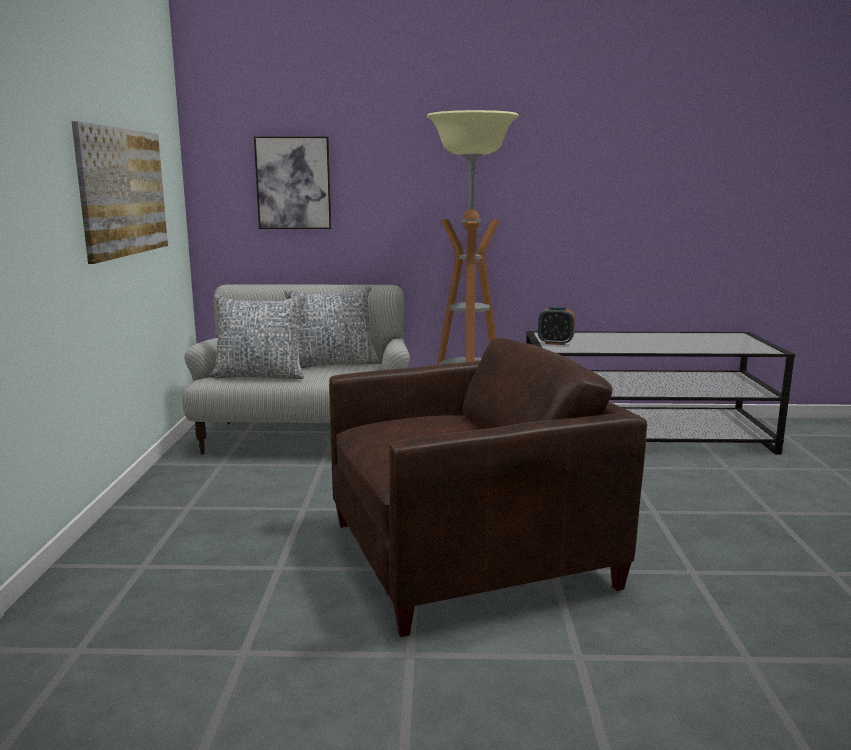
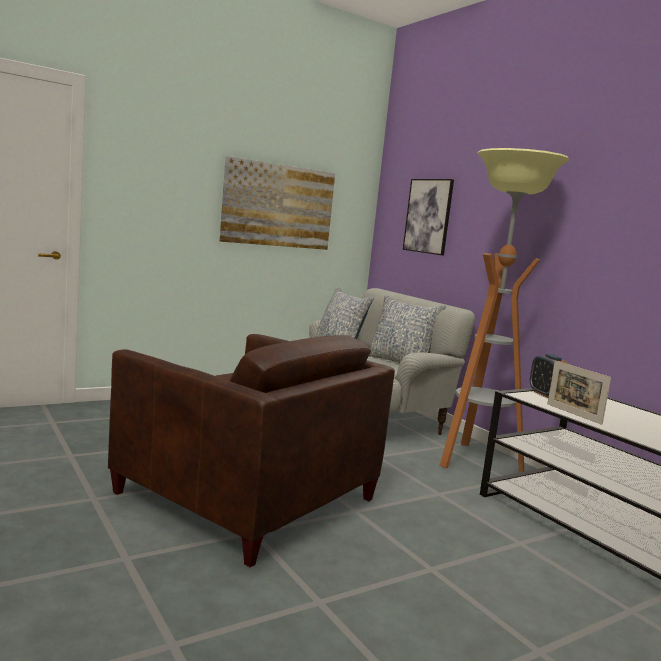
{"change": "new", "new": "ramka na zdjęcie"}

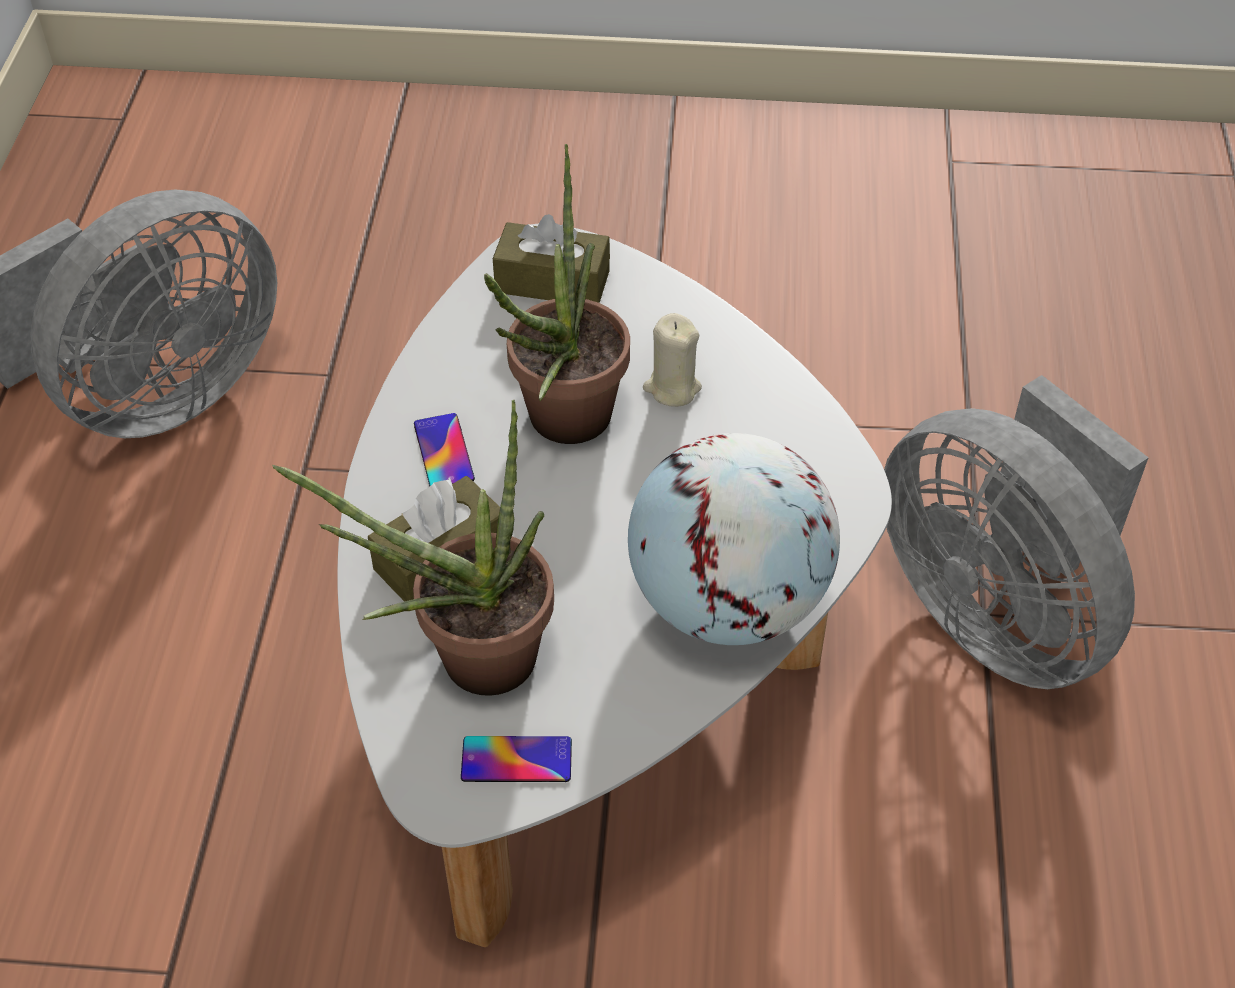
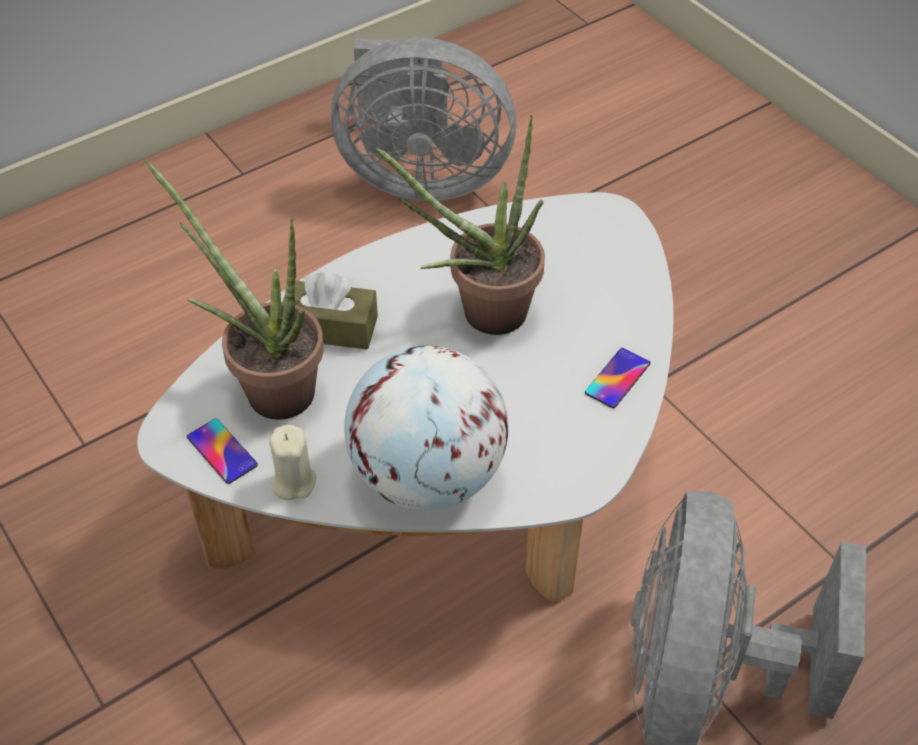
{"change": "gone", "old": "pudełko chusteczek/brązowy (no. 2 from left)"}
{"change": "shifted", "old": "telefon (no. 1 from left in the first image)", "new": "telefon (no. 2 from left)"}
{"change": "shifted", "old": "świeca/beżowy"}

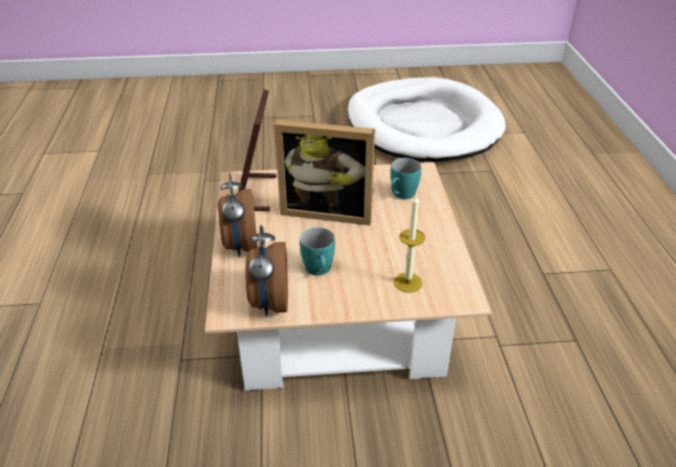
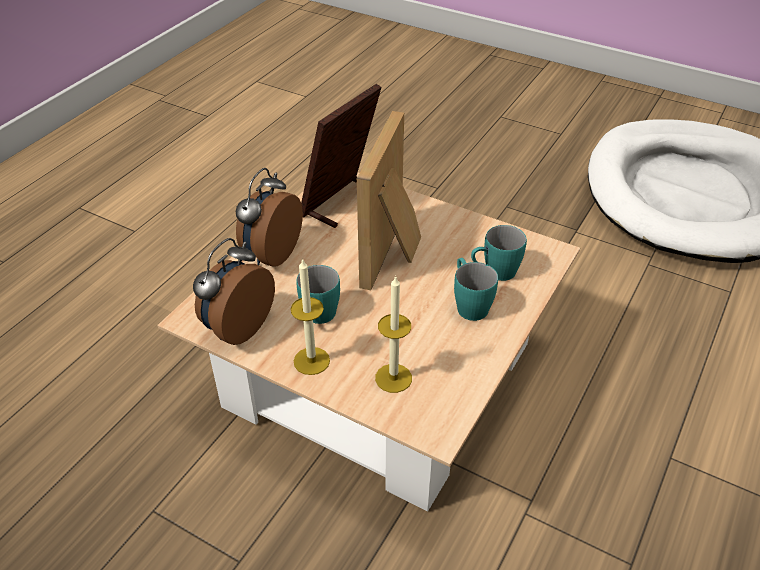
{"change": "new", "new": "świeca (no. 1 from left)"}
{"change": "new", "new": "kubek/turkusowy (no. 2 from left)"}
{"change": "rotated", "old": "ramka na zdjęcie (no. 2 from left)", "degrees": 60}

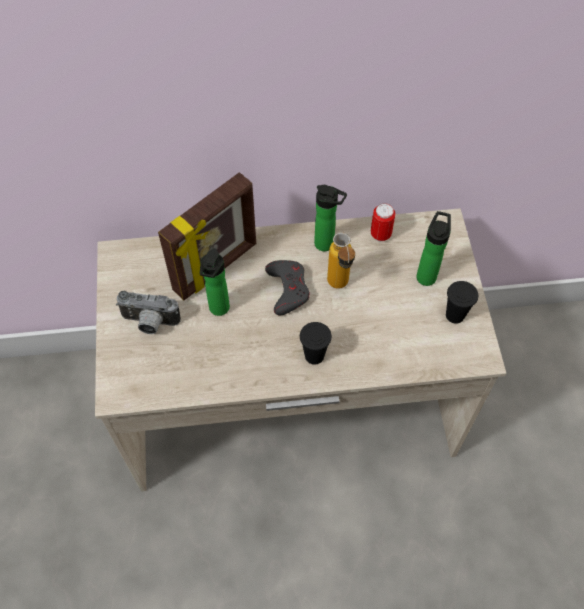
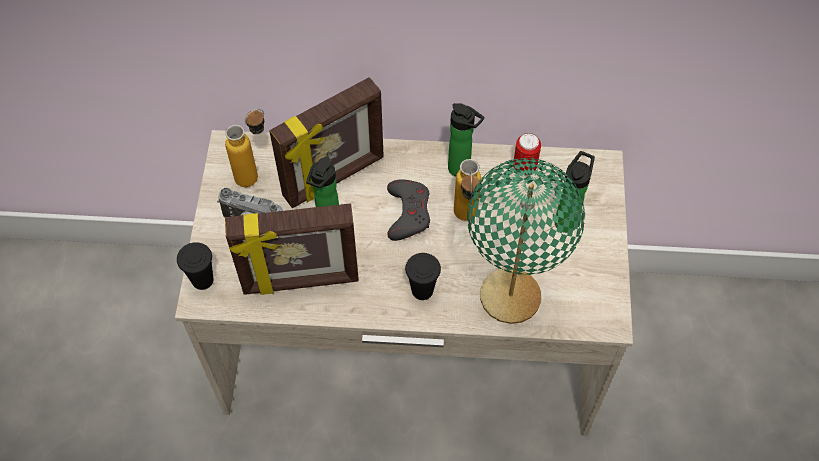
{"change": "new", "new": "butelka (no. 1 from left)"}
{"change": "new", "new": "ramka na zdjęcie (no. 1 from left)"}
{"change": "new", "new": "lampa stołowa/zielony"}
{"change": "shifted", "old": "filiżanka/czarny (no. 2 from left in the first image)", "new": "filiżanka/czarny (no. 1 from left)"}

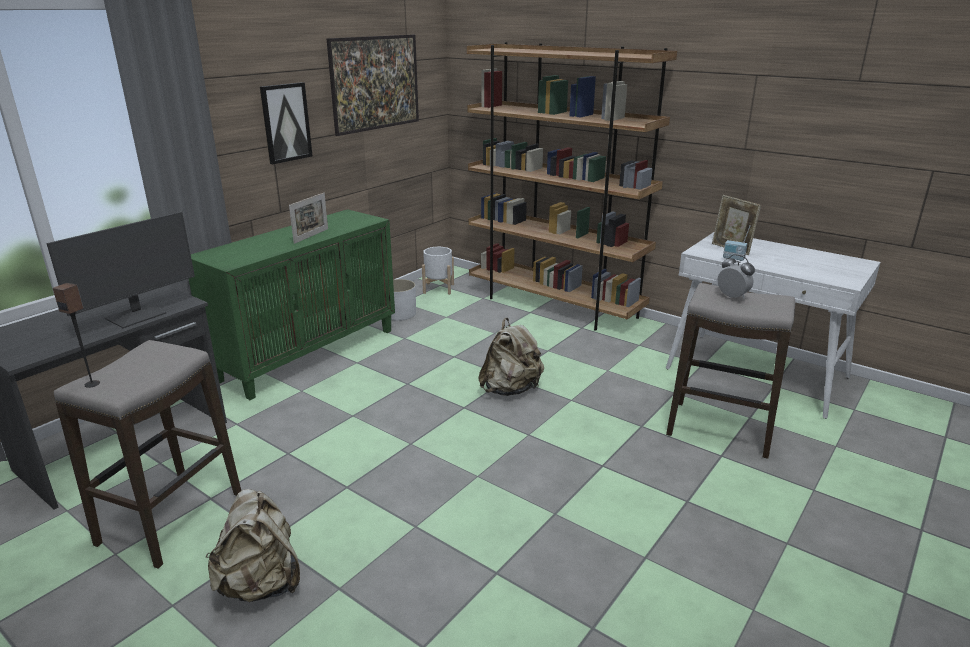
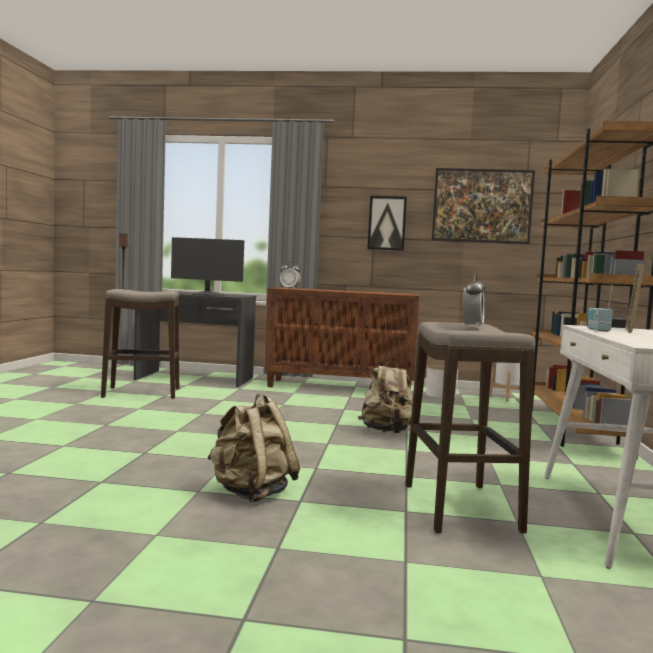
{"change": "gone", "old": "ramka na zdjęcie (no. 1 from left)"}
{"change": "new", "new": "budzik (no. 1 from left)"}
{"change": "shifted", "old": "plecak/beżowy (no. 1 from left)"}
{"change": "repainted", "old": "szafka/zielony", "new": "szafka/brązowy"}

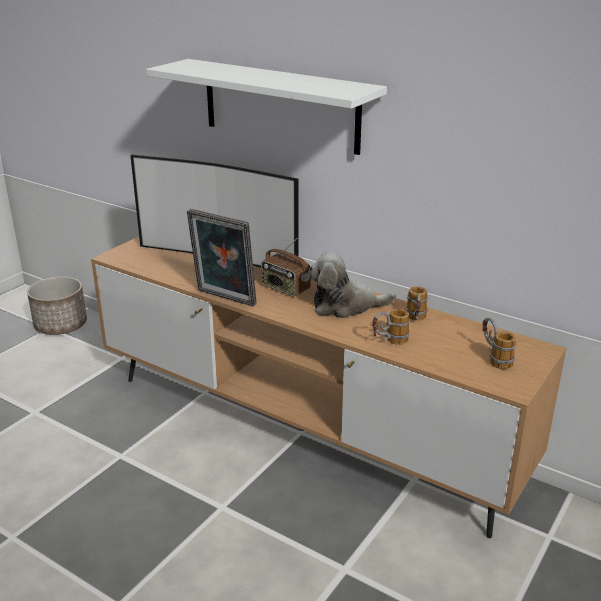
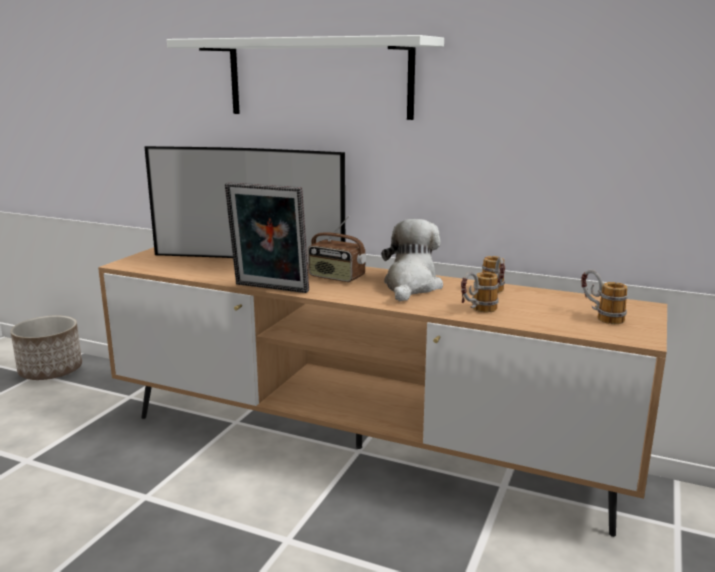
{"change": "rotated", "old": "pluszak", "degrees": 120}

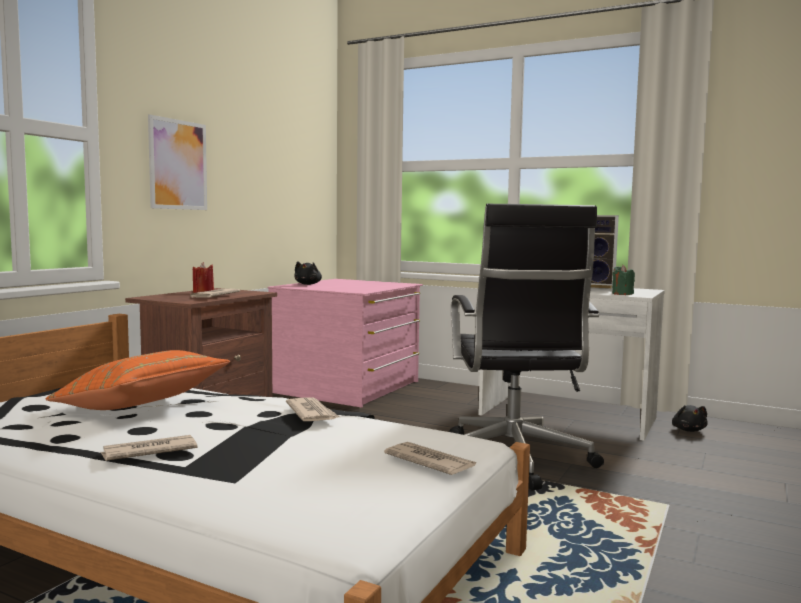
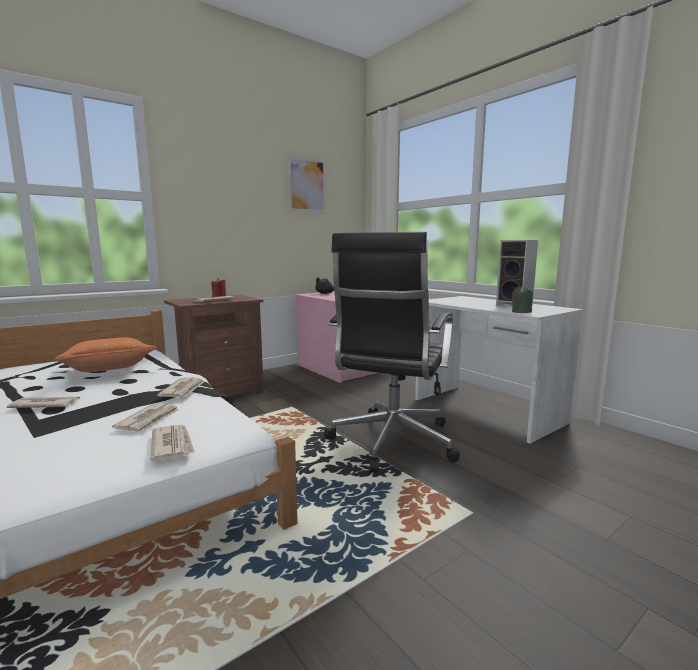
{"change": "gone", "old": "pluszak/czarny (no. 2 from left)"}
{"change": "new", "new": "gazeta (no. 2 from left)"}
{"change": "shifted", "old": "obraz"}

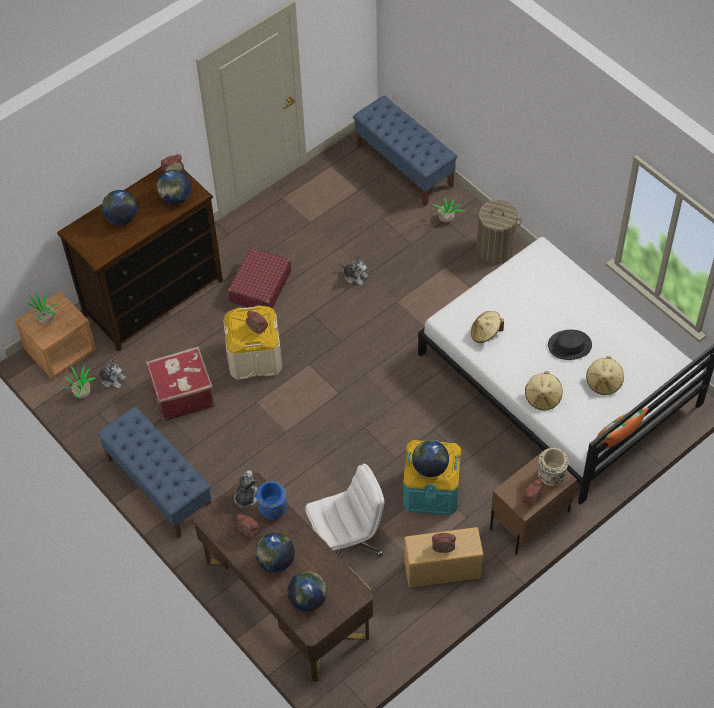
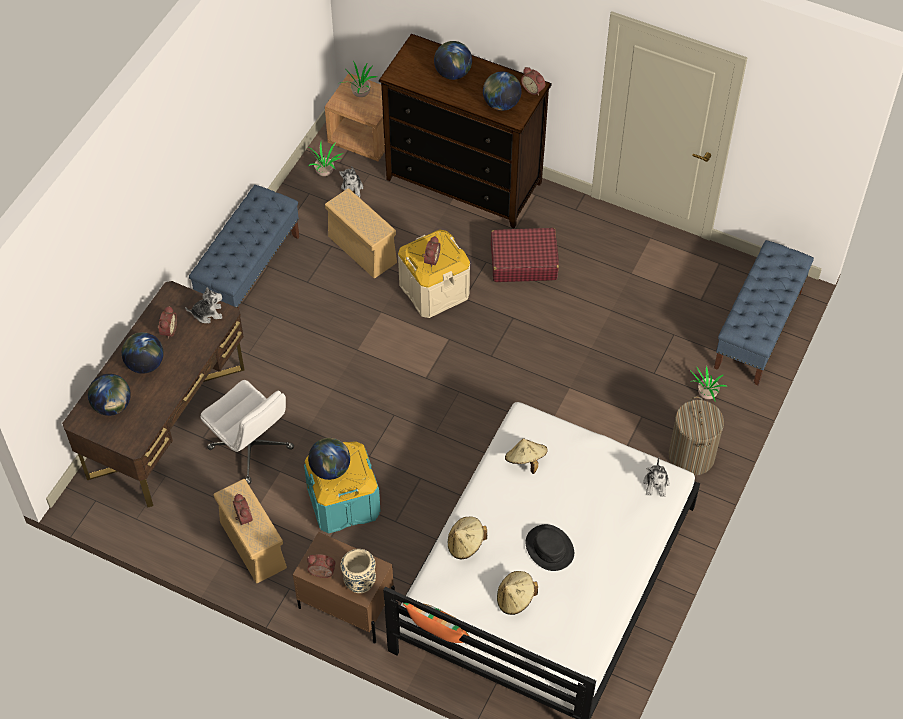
{"change": "gone", "old": "wazon/niebieski"}
{"change": "shifted", "old": "pluszak (no. 3 from left)"}
{"change": "swapped", "old": "walizka/czerwony (no. 1 from left)", "new": "pojemnik do przechowywania/beżowy (no. 2 from left)"}

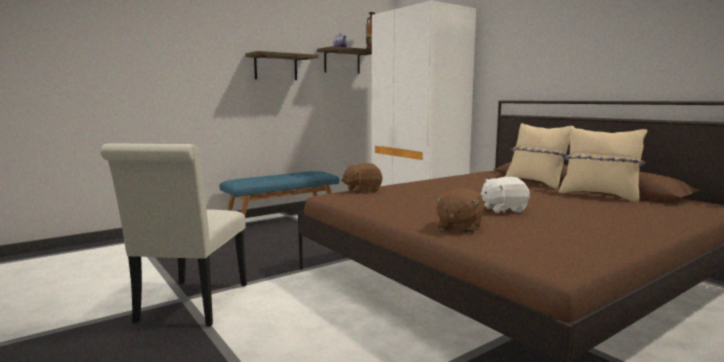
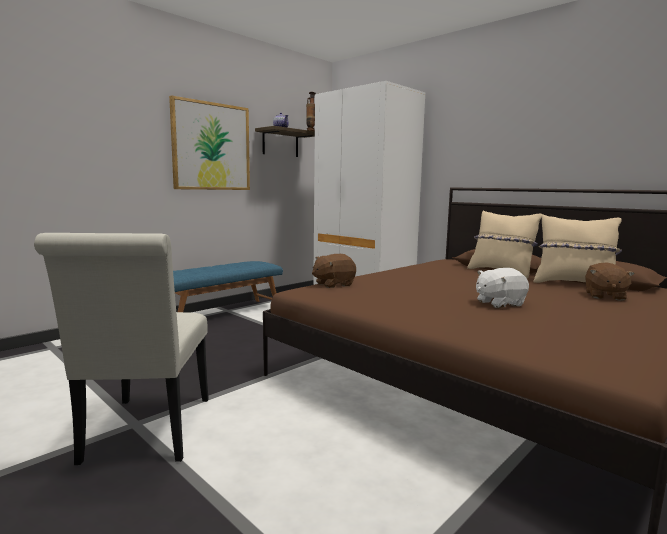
{"change": "shifted", "old": "pluszak/brązowy (no. 2 from left)"}
{"change": "swapped", "old": "półka (no. 1 from left)", "new": "obraz"}

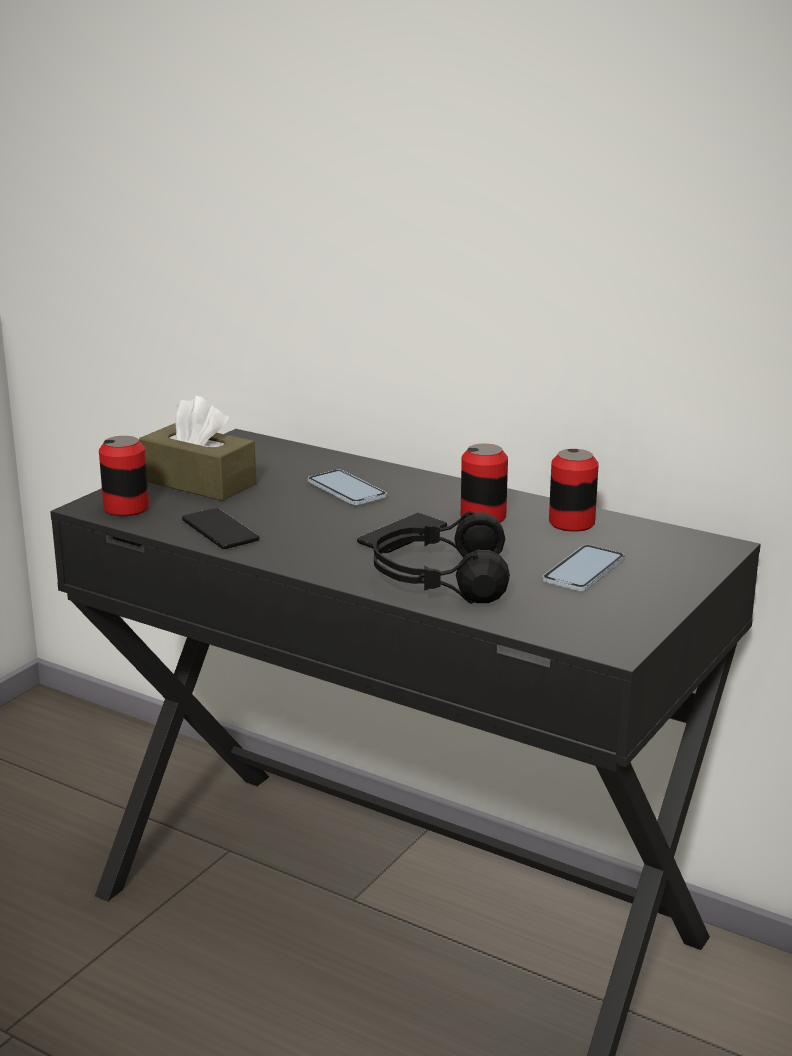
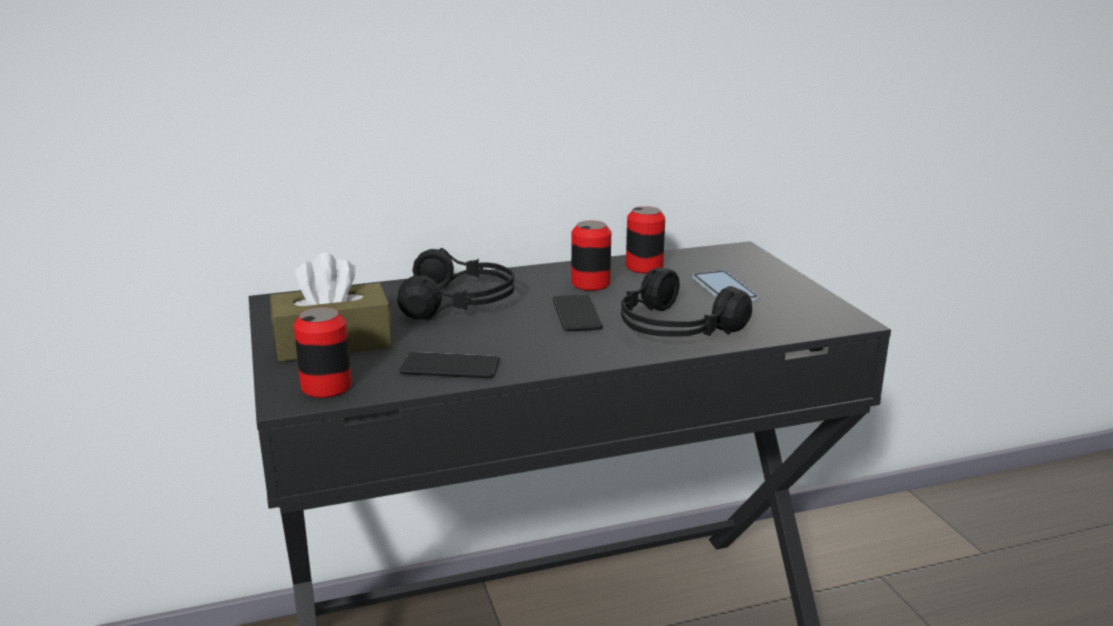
{"change": "swapped", "old": "telefon (no. 2 from left)", "new": "słuchawki/czarny (no. 1 from left)"}

